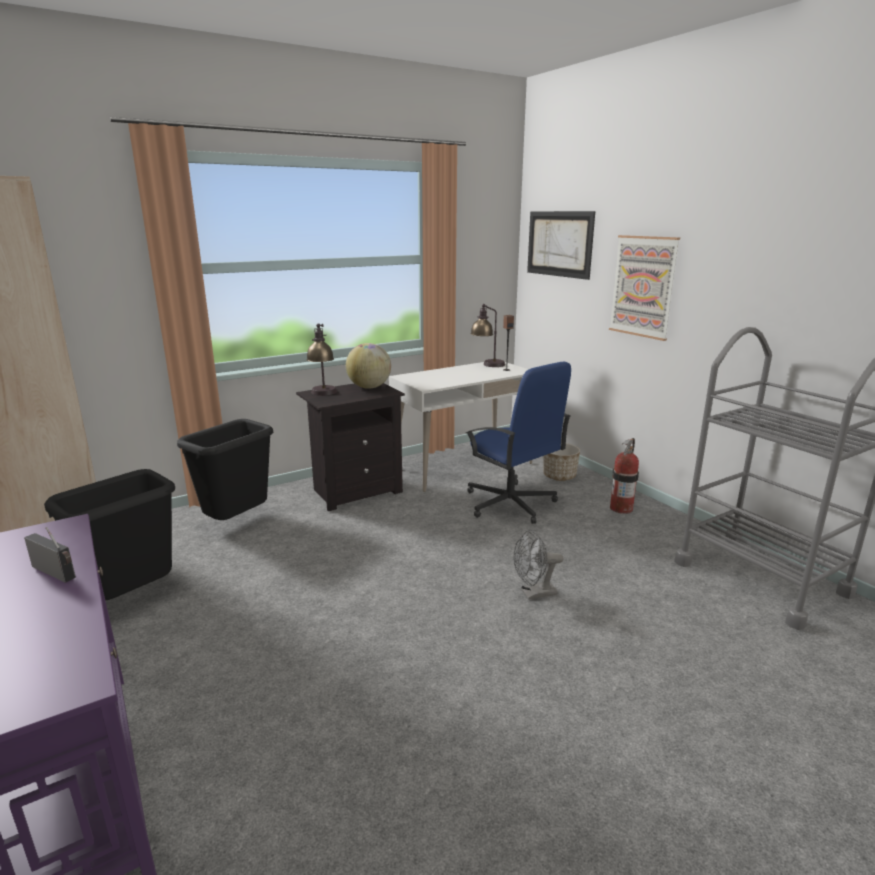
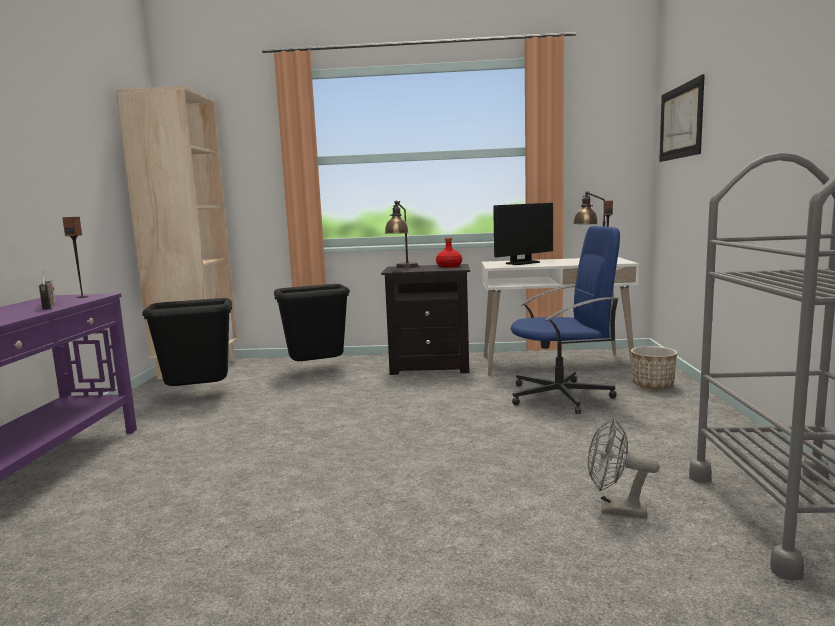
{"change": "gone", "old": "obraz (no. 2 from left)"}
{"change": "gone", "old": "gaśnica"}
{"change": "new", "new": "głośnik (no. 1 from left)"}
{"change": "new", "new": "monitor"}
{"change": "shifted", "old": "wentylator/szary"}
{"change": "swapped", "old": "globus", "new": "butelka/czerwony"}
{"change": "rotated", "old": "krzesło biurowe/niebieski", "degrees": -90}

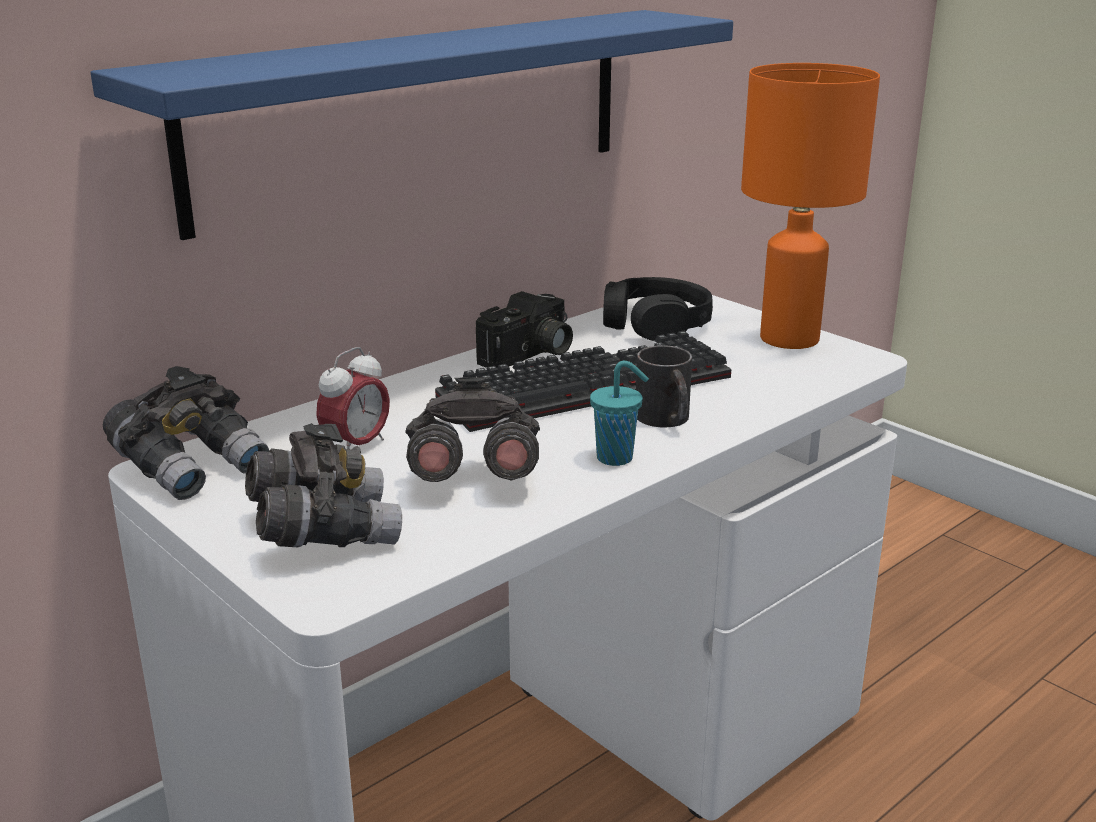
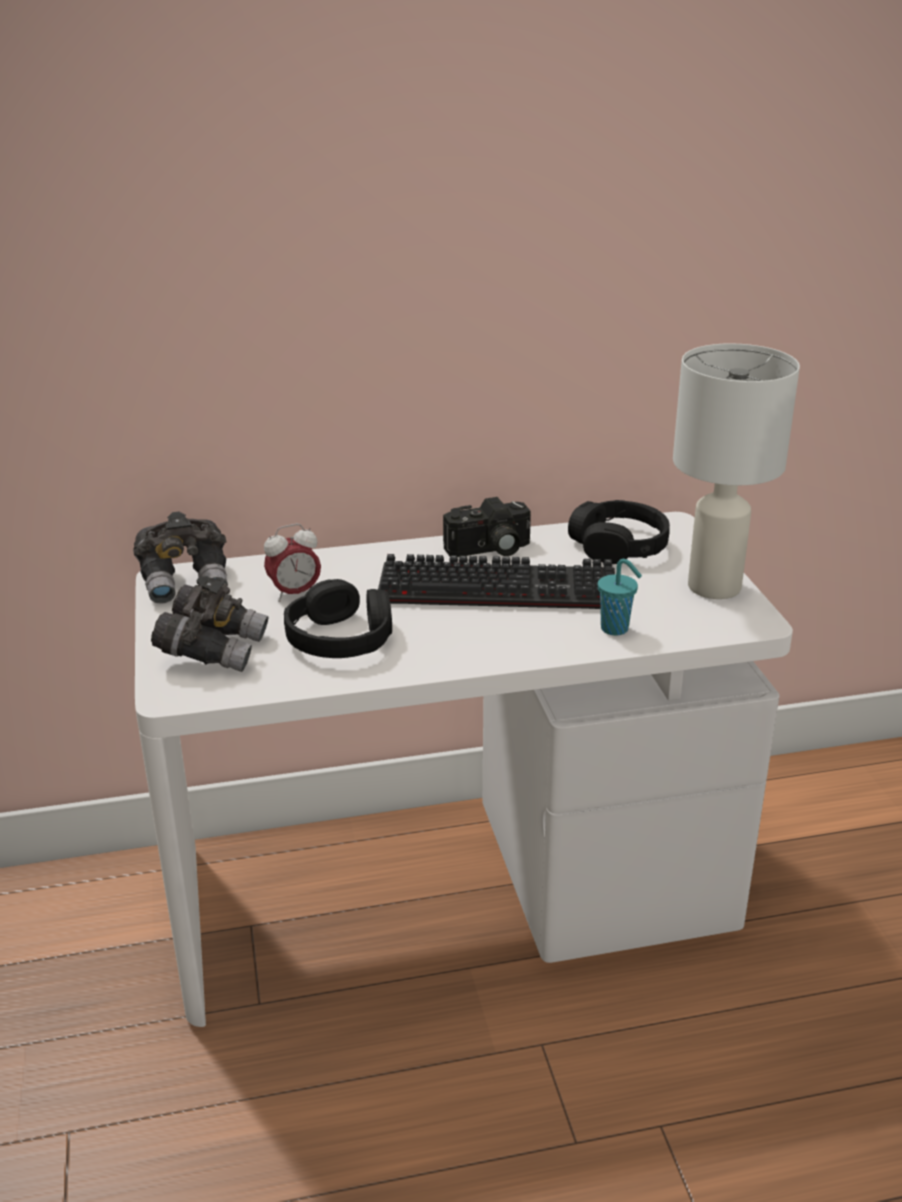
{"change": "gone", "old": "półka/niebieski"}
{"change": "gone", "old": "kubek/czarny"}
{"change": "shifted", "old": "filiżanka/turkusowy"}
{"change": "swapped", "old": "lornetka/szary (no. 3 from left)", "new": "słuchawki/czarny (no. 1 from left)"}
{"change": "repainted", "old": "lampa stołowa/pomarańczowy", "new": "lampa stołowa/biały"}

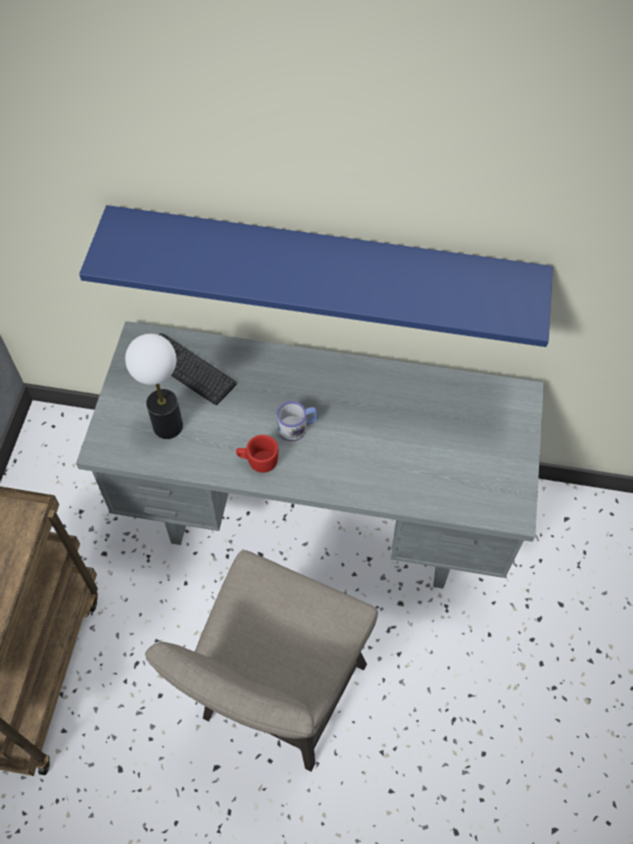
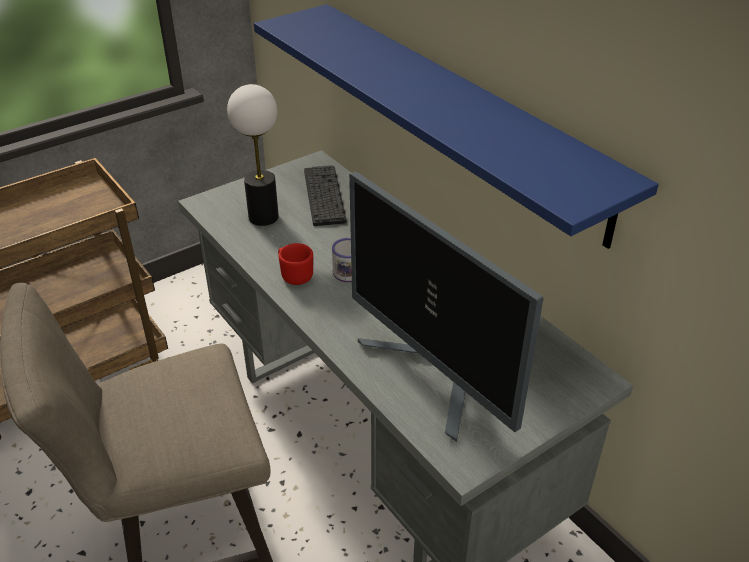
{"change": "new", "new": "monitor"}

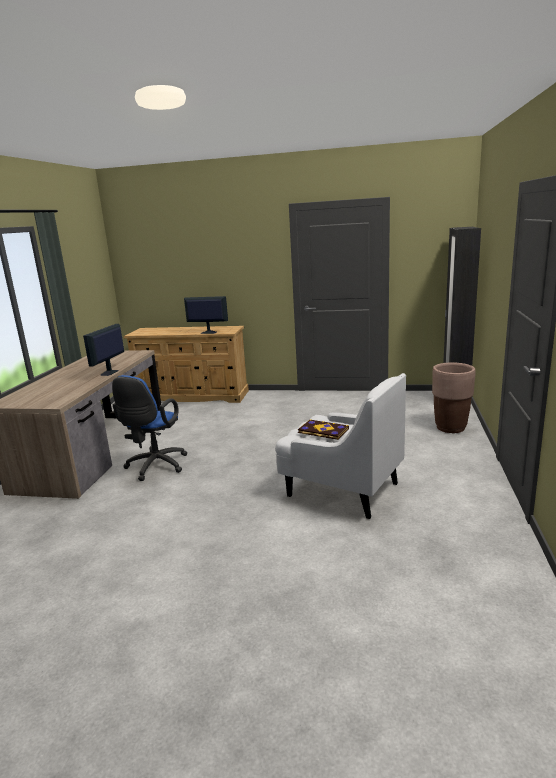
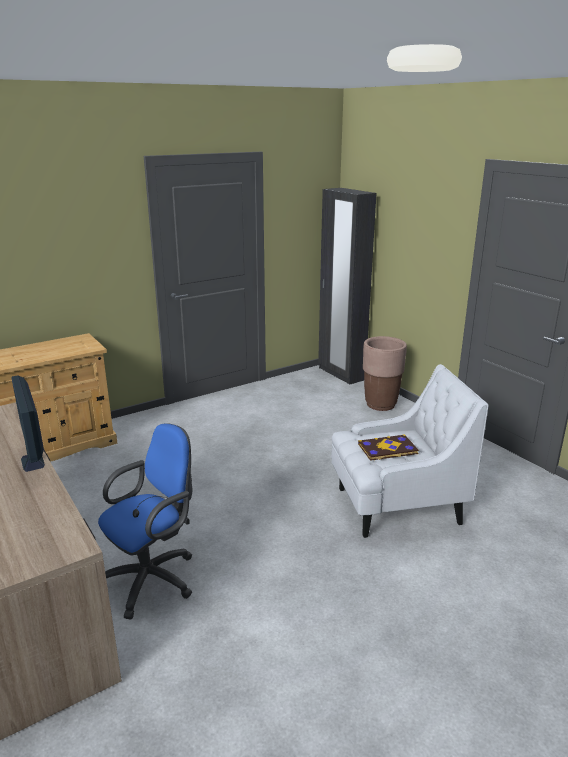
{"change": "gone", "old": "monitor (no. 2 from left)"}
{"change": "rotated", "old": "krzesło biurowe/niebieski", "degrees": -105}

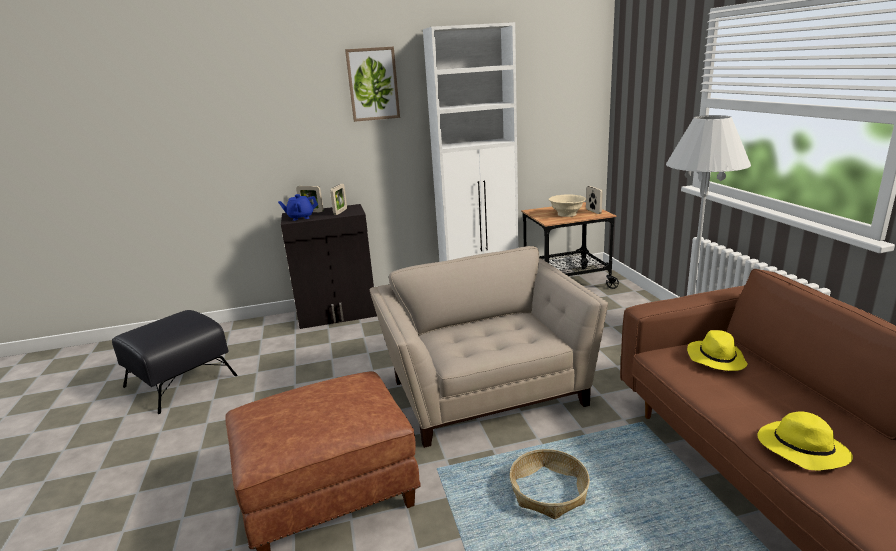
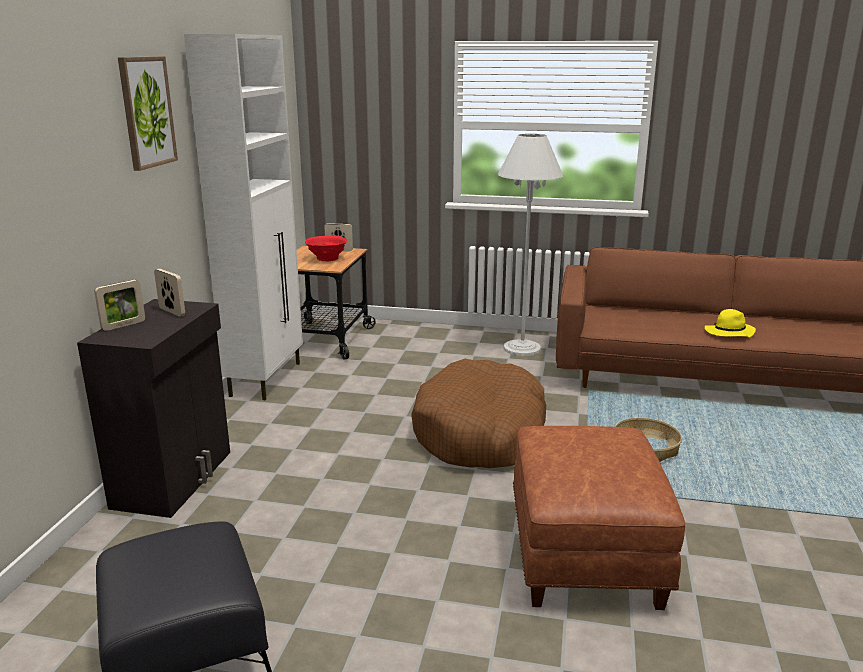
{"change": "gone", "old": "imbryk/niebieski"}
{"change": "gone", "old": "kapelusz/żółty (no. 1 from left)"}
{"change": "swapped", "old": "fotel/beżowy", "new": "legowisko/brązowy"}
{"change": "repainted", "old": "miska/beżowy", "new": "miska/czerwony"}

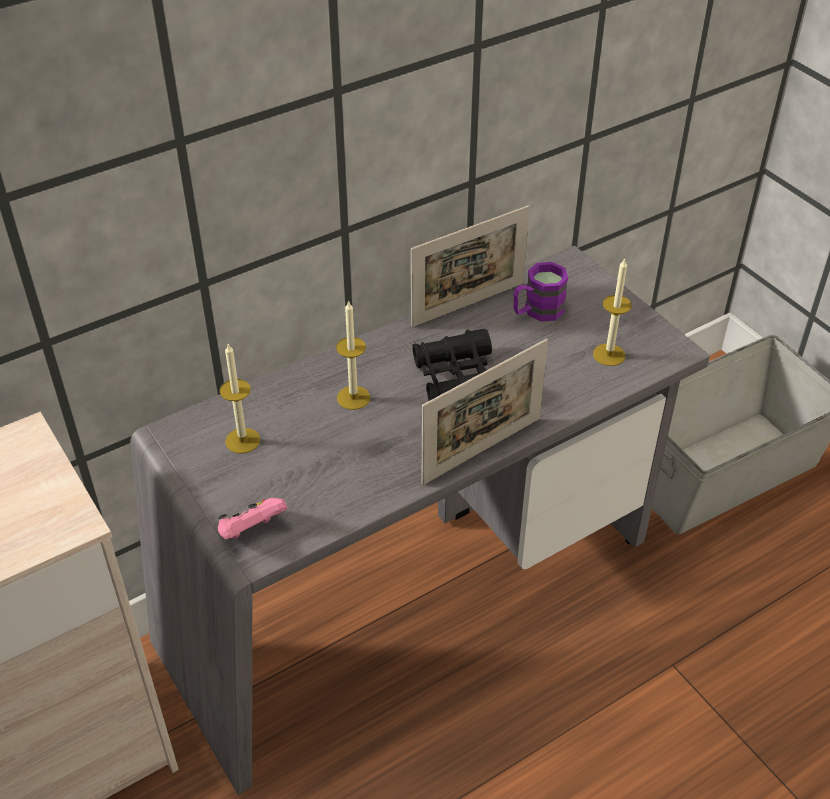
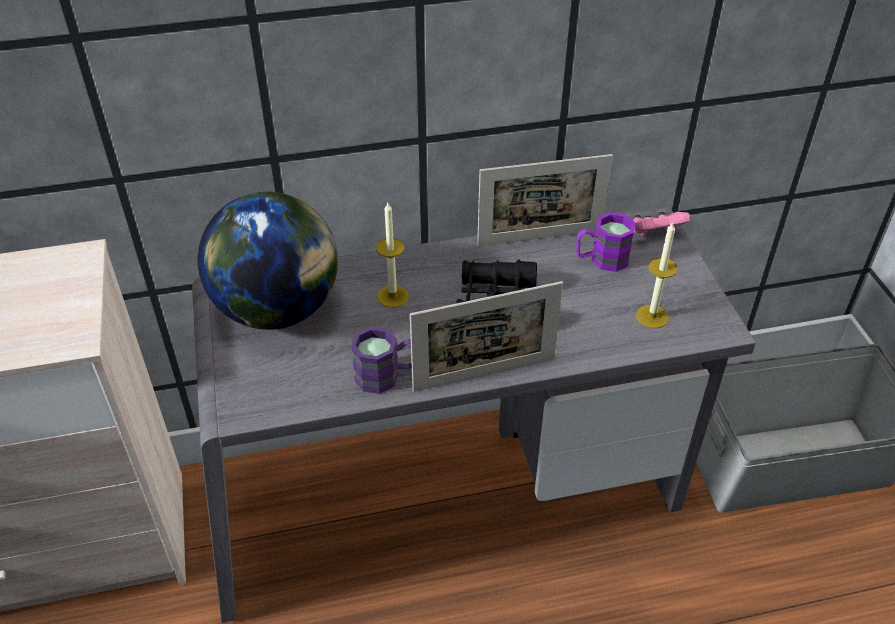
{"change": "new", "new": "kubek/fioletowy (no. 1 from left)"}
{"change": "shifted", "old": "pad do gier/różowy"}
{"change": "swapped", "old": "świeca (no. 1 from left)", "new": "globus"}

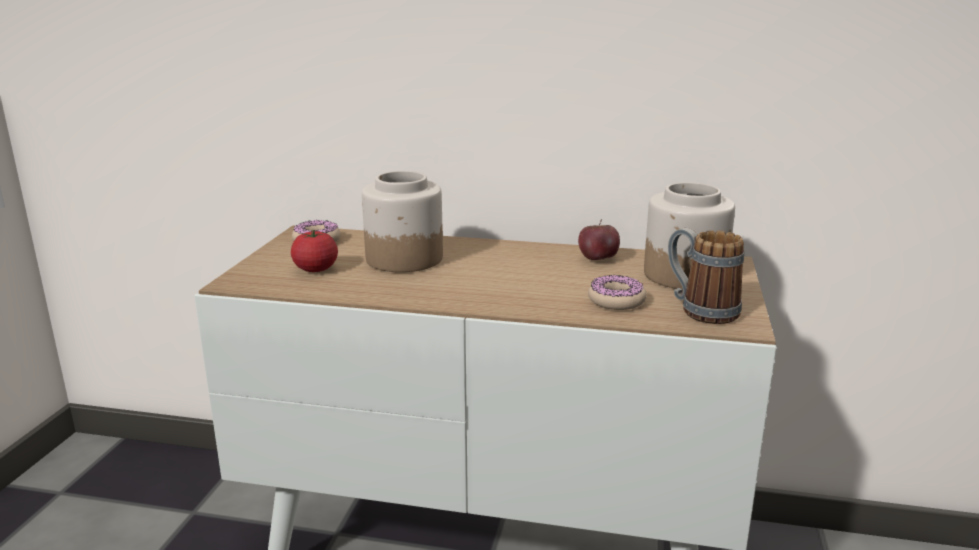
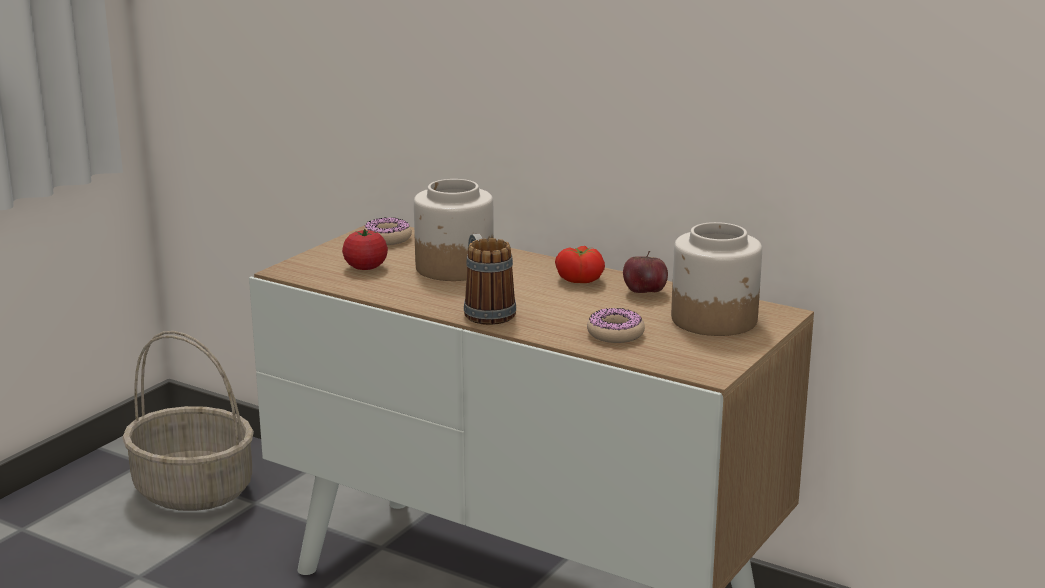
{"change": "new", "new": "koszyk"}
{"change": "new", "new": "pomidor (no. 2 from left)"}
{"change": "shifted", "old": "kubek"}

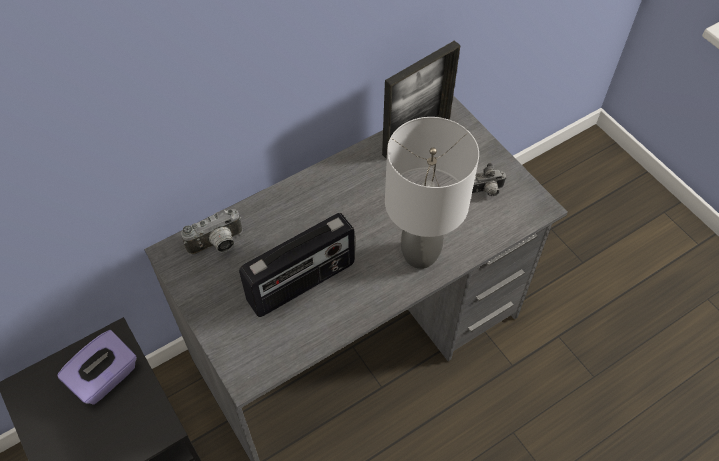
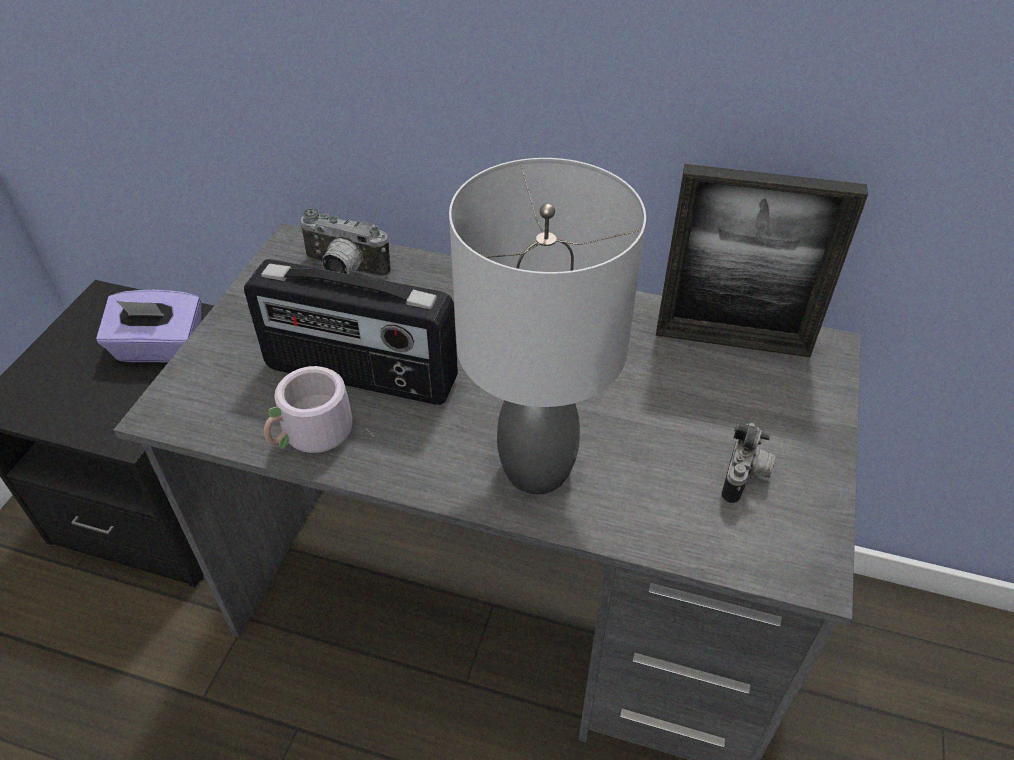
{"change": "new", "new": "kubek/szary"}
{"change": "rotated", "old": "aparat fotograficzny (no. 2 from left)", "degrees": -105}

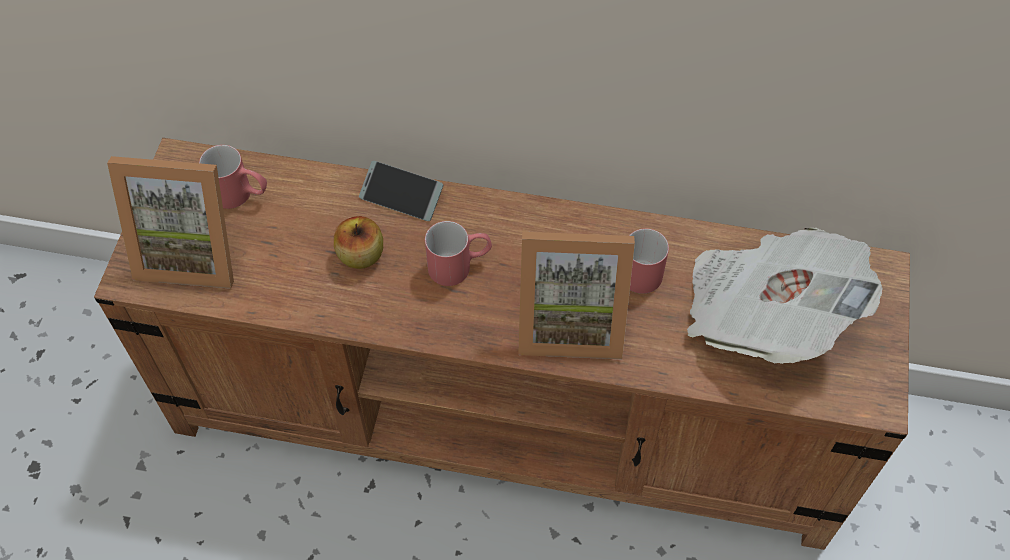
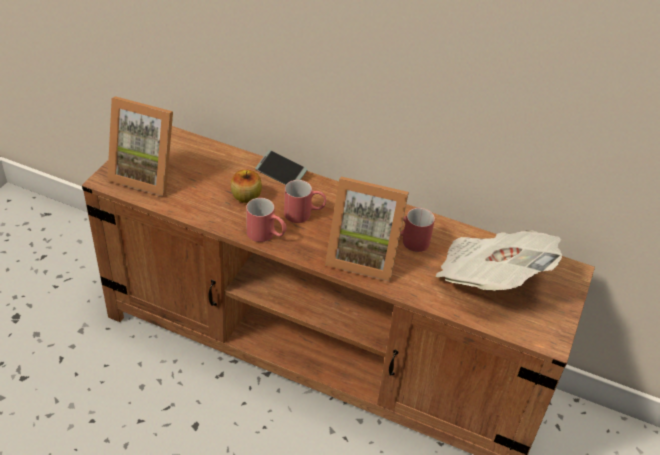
{"change": "shifted", "old": "kubek/czerwony (no. 1 from left)"}

